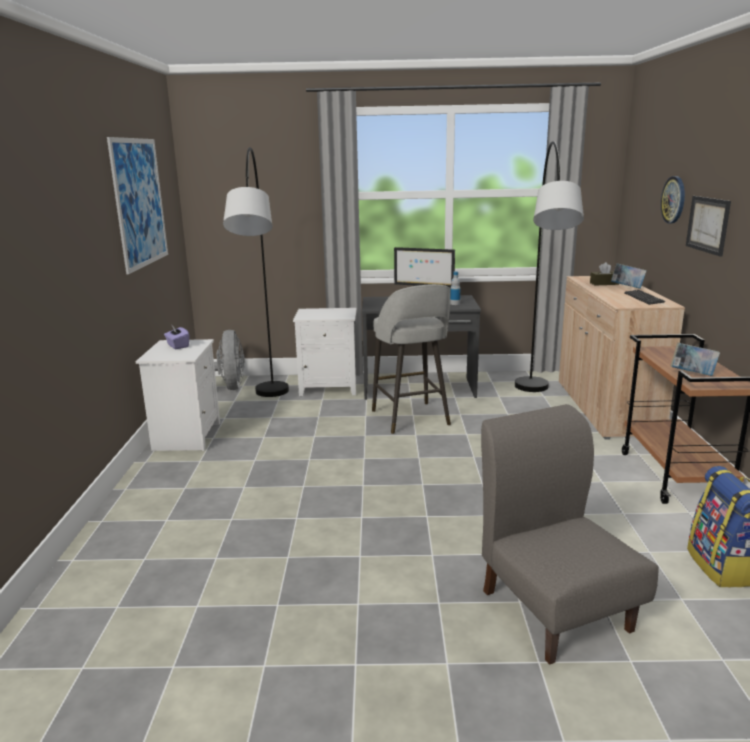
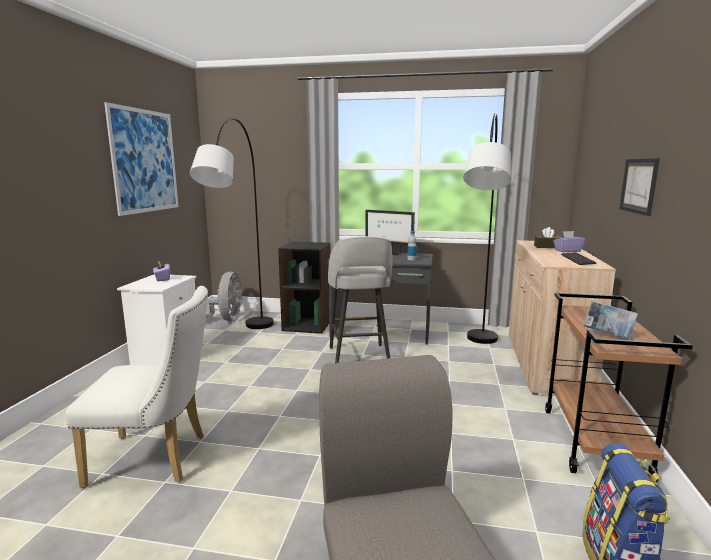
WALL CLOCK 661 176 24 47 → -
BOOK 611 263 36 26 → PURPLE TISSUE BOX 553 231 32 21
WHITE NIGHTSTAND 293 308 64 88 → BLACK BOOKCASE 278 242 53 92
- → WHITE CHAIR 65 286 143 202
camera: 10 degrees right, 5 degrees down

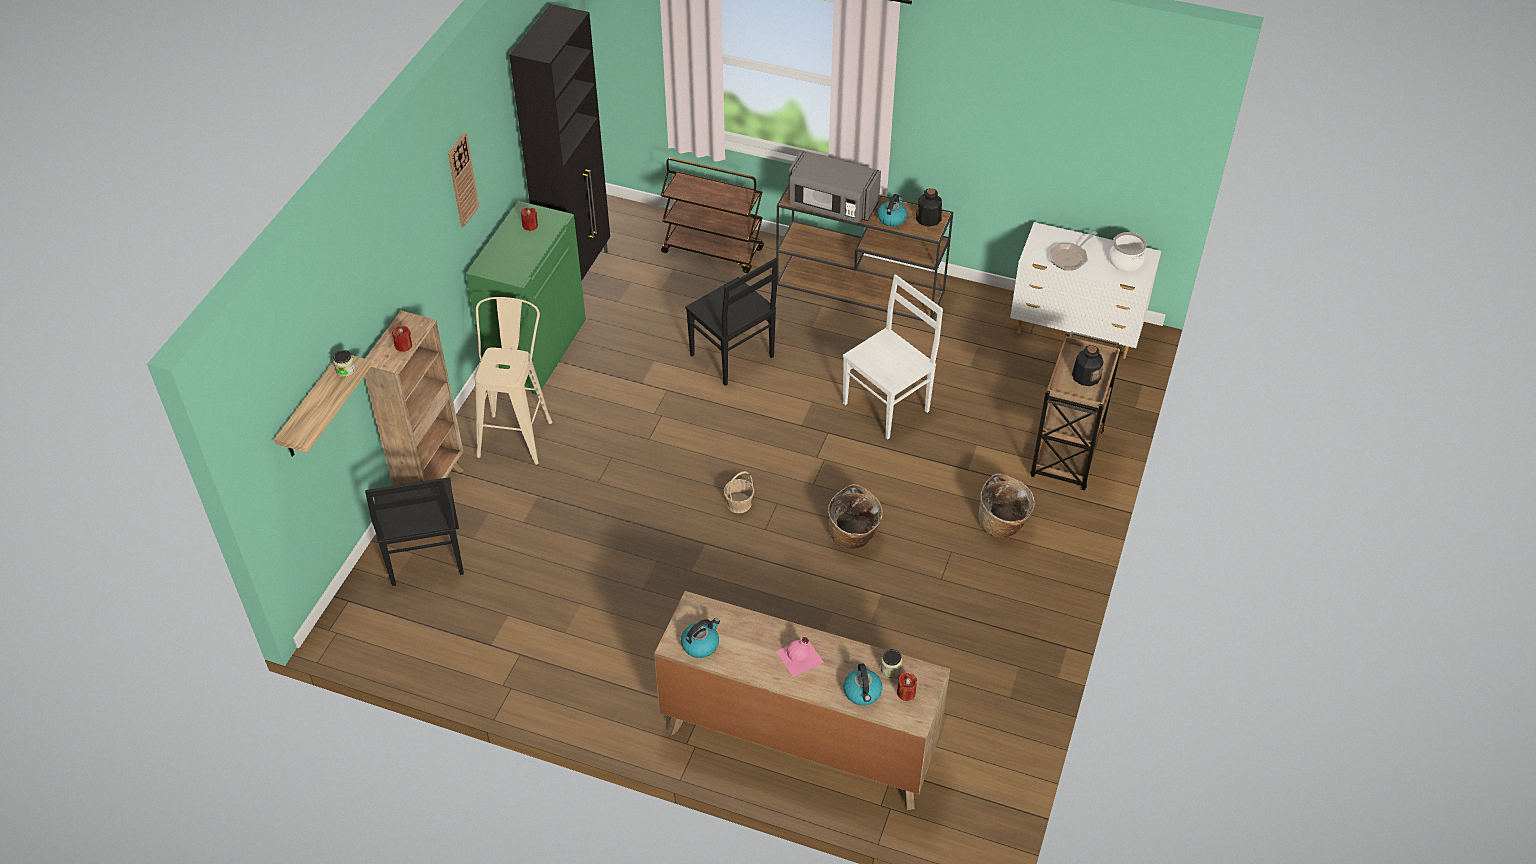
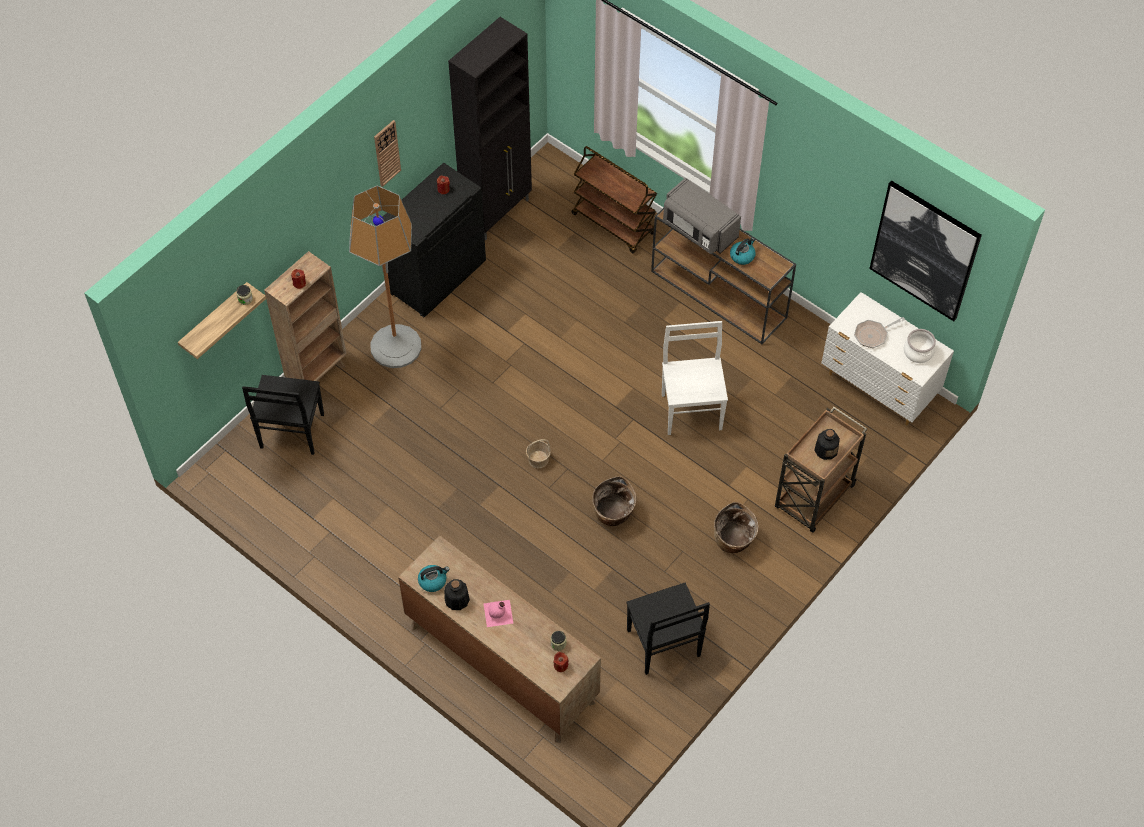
BOTTLE 916 188 26 39 → BOTTLE 444 579 26 31, moved
GREEN CABINET 466 201 120 193 → BLACK CABINET 383 163 103 154
BLACK CHAIR 685 258 92 128 → BLACK CHAIR 626 582 84 93, moved
WHITE CHAIR 843 274 100 165 → WHITE CHAIR 662 321 66 114, 75 degrees counterclockwise
BEIGE STOOL 475 297 77 168 → FLOOR LAMP 349 186 72 182
KETTLE 843 664 39 41 → -
- → PICTURE 869 180 113 141
camera: 20 degrees right, 10 degrees up

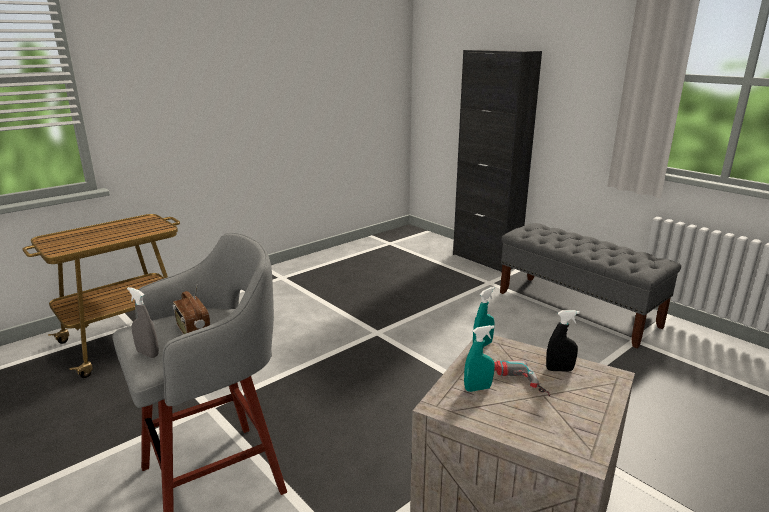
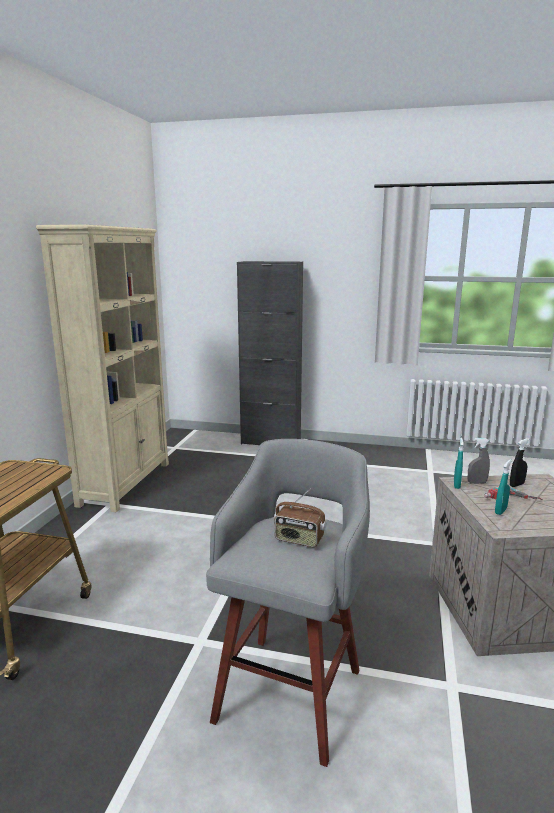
GREY BENCH 500 223 181 125 → -
GREY SPRAY BOTTLE 127 287 32 71 → GREY SPRAY BOTTLE 468 438 22 46, moved
- → BEIGE BOOKCASE 36 224 133 288
camera: 35 degrees left, 5 degrees down

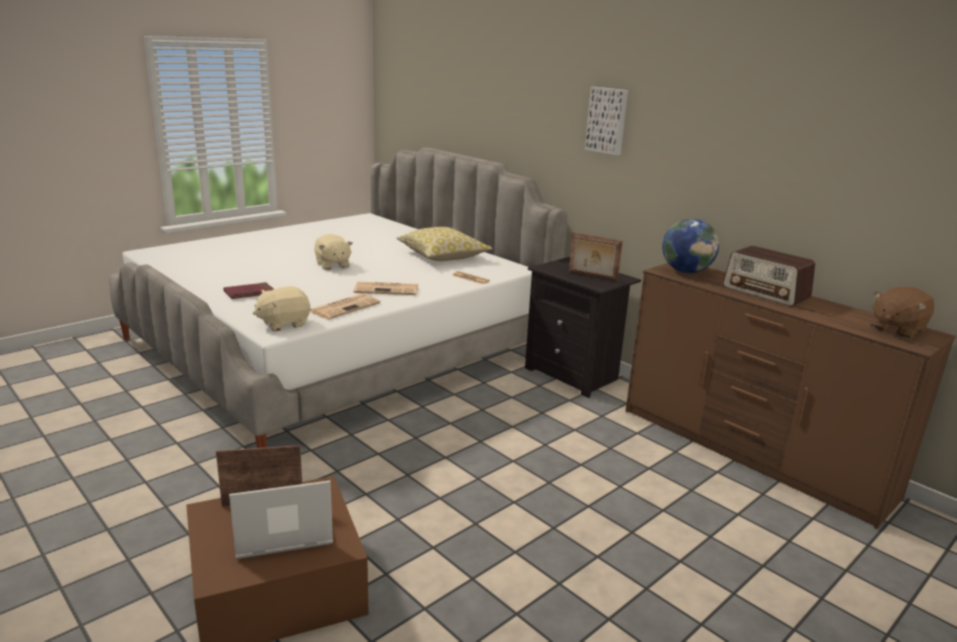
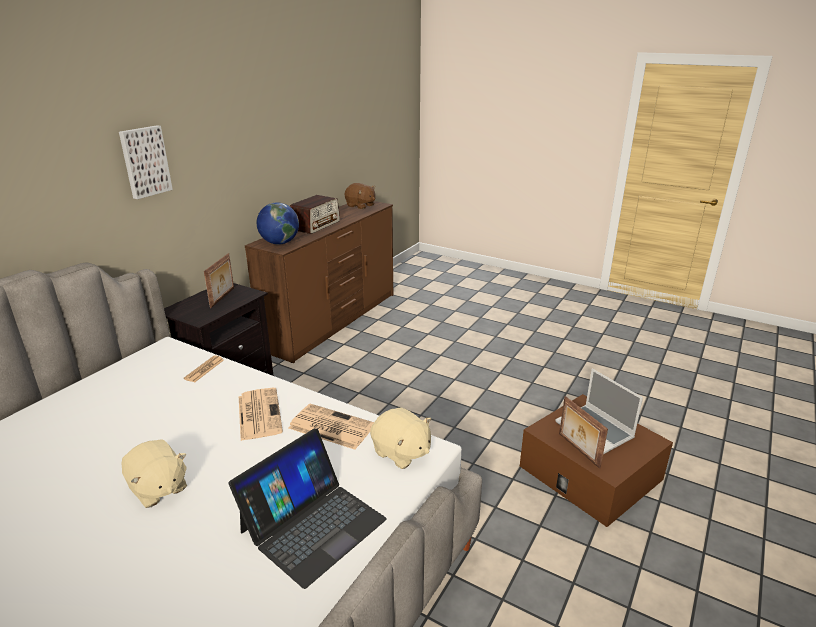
PILLOW 396 227 97 34 → -
BEIGE PLUSH TOY 314 234 39 36 → BEIGE PLUSH TOY 121 439 66 69, 90 degrees clockwise
RED BOOK 224 282 50 17 → LAPTOP 229 428 158 161
camera: 105 degrees left, 5 degrees up

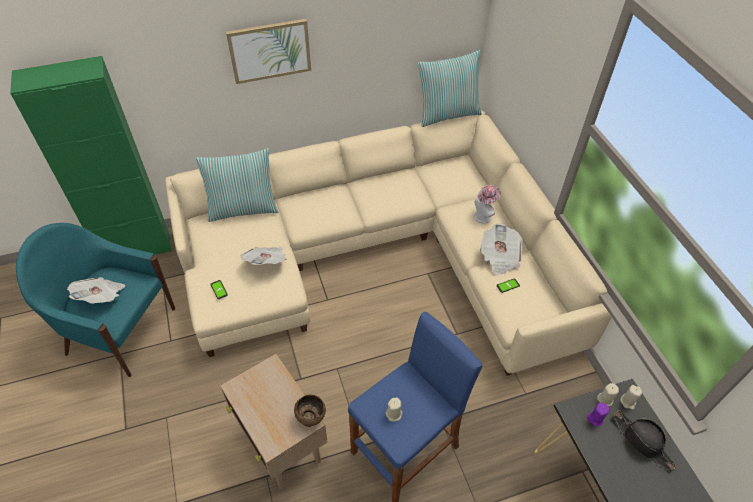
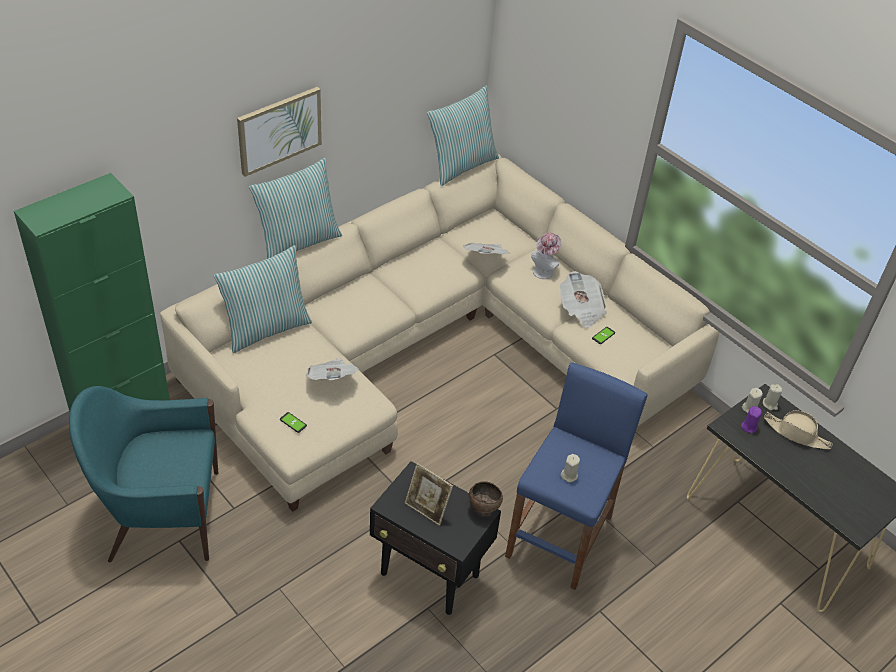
NEWSPAPER 67 277 58 27 → NEWSPAPER 463 242 47 13, moved
BEIGE SIDE TABLE 220 354 108 135 → BLACK SIDE TABLE 370 461 131 154
BLACK HAT 614 410 63 61 → BEIGE HAT 764 410 69 39
- → PILLOW 249 158 93 101
- → PICTURE FRAME 405 463 48 63
camera: 25 degrees left, 5 degrees down

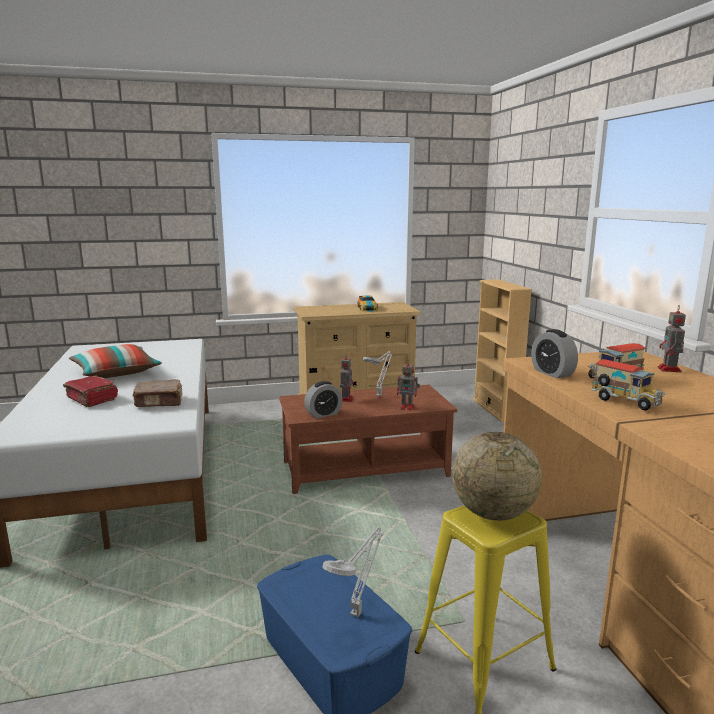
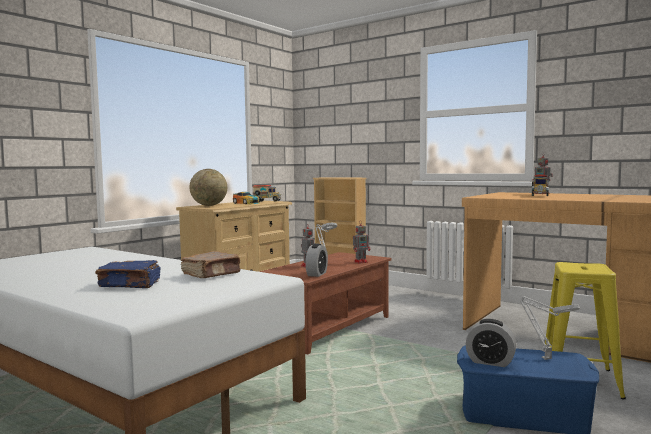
ALARM CLOCK 531 329 47 49 → ALARM CLOCK 466 319 51 48, moved
PILLOW 69 344 93 34 → -
TOY TRUCK 591 359 75 52 → TOY TRUCK 253 185 28 17, moved
RED BOOK 63 376 55 31 → BLUE BOOK 95 260 66 28
GLOBE 452 432 90 89 → GLOBE 189 169 38 37, moved
camera: 40 degrees left, 10 degrees down

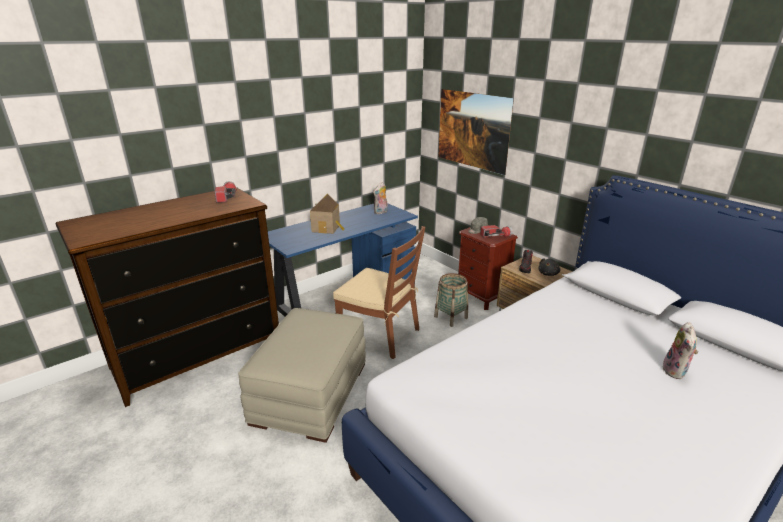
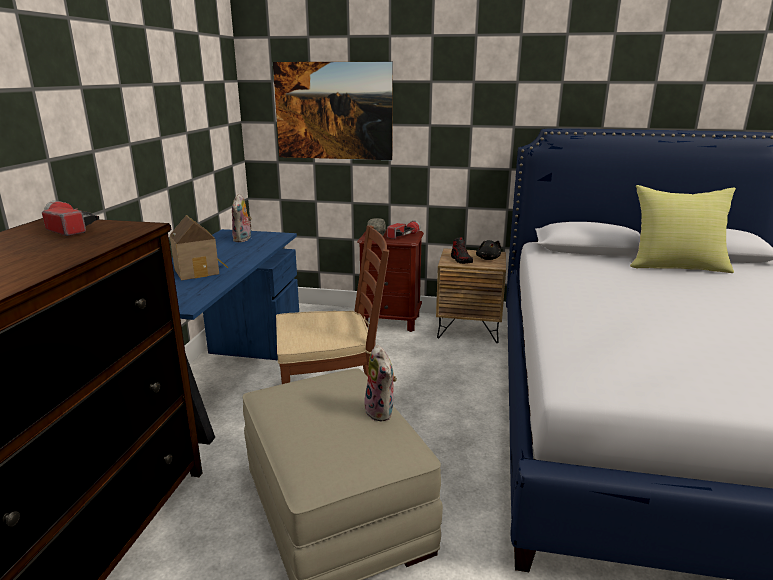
BASKET 434 273 34 54 → -
PLUSH TOY 661 322 37 57 → PLUSH TOY 364 345 33 76, moved
- → YELLOW PILLOW 630 185 106 88
camera: 40 degrees left, 5 degrees down

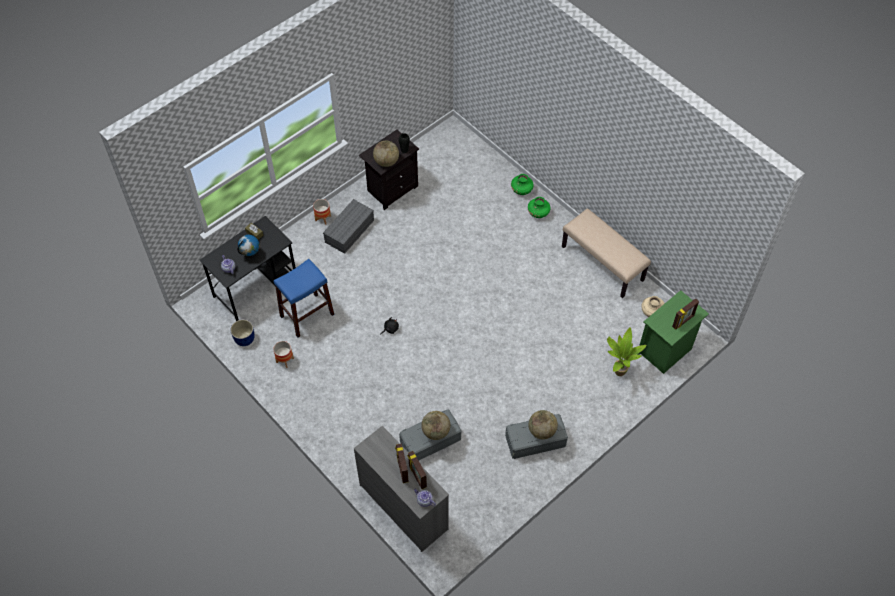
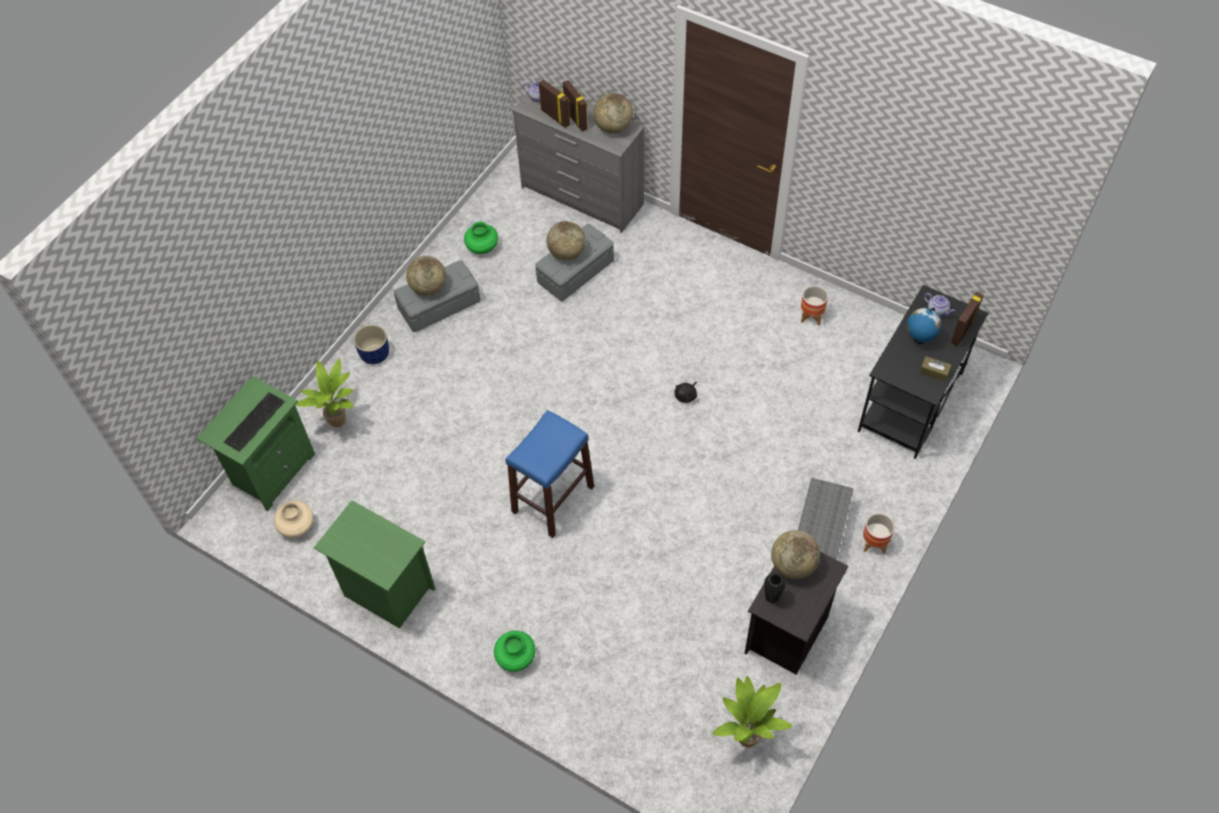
GREEN VASE 511 174 23 21 → GREEN VASE 464 222 34 32, moved
BEIGE BENCH 562 208 89 90 → GREEN NIGHTSTAND 314 500 121 129
BLUE STOOL 274 259 60 78 → BLUE STOOL 506 410 88 128, moved
PICTURE FRAME 672 298 27 32 → PICTURE FRAME 951 292 33 54, moved
BLUE PLANTER 231 319 23 27 → BLUE PLANTER 354 325 35 39, moved
- → GLOBE 593 93 40 41
- → KEYBOARD 224 392 61 60
- → POTTED PLANT 712 676 81 72
camera: 165 degrees right, 0 degrees up

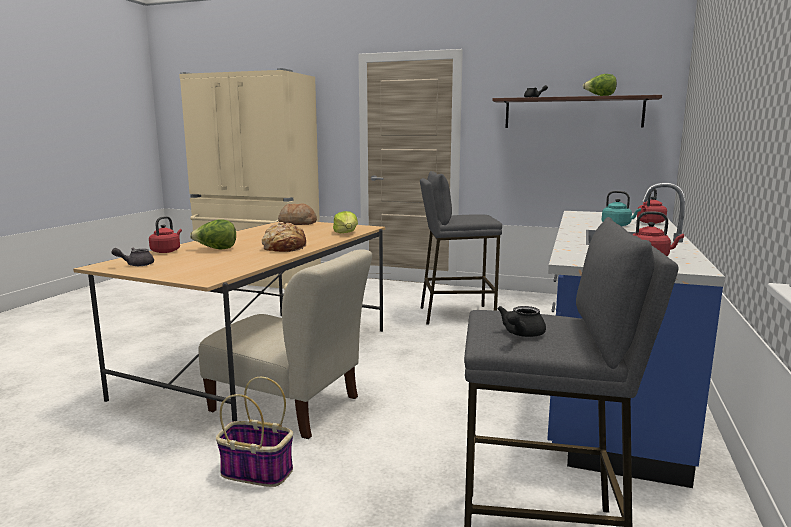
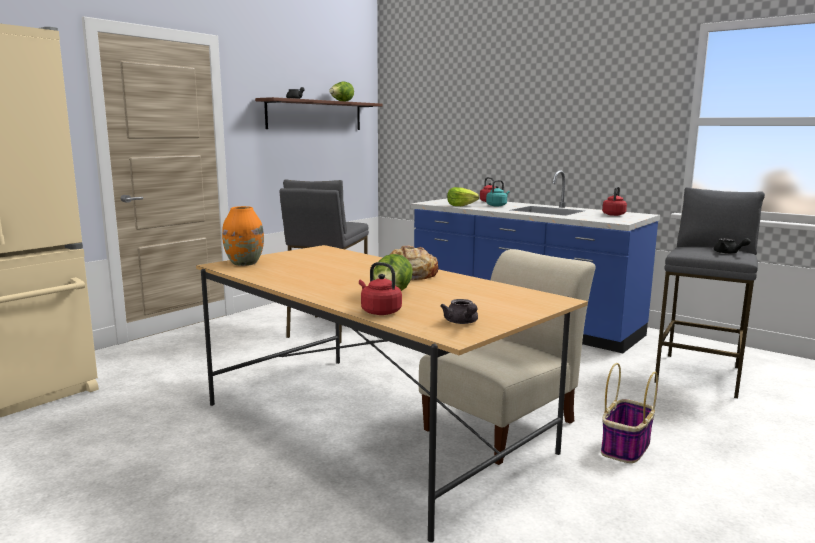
BREAD 278 203 39 22 → ORANGE VASE 222 206 42 60
LETTUCE 333 211 25 23 → LETTUCE 447 187 32 19, moved
camera: 70 degrees left, 0 degrees up

